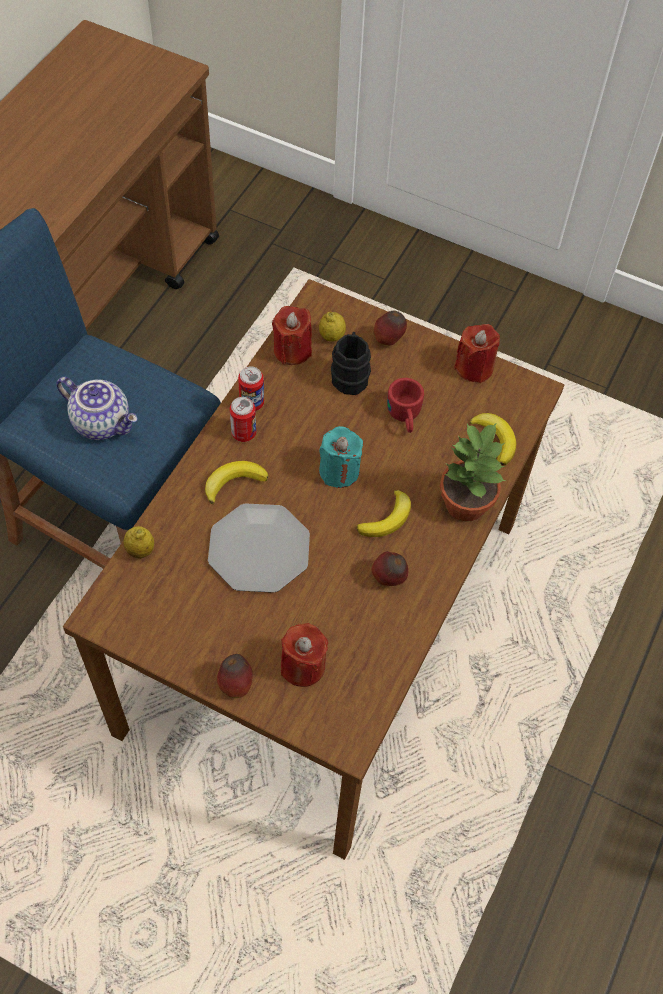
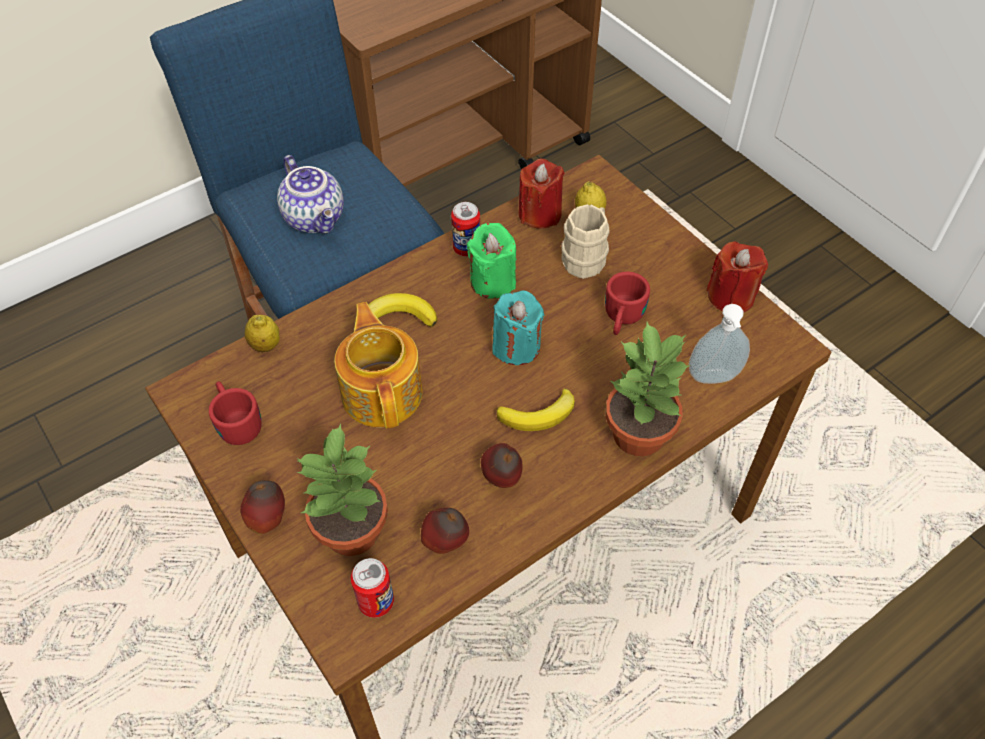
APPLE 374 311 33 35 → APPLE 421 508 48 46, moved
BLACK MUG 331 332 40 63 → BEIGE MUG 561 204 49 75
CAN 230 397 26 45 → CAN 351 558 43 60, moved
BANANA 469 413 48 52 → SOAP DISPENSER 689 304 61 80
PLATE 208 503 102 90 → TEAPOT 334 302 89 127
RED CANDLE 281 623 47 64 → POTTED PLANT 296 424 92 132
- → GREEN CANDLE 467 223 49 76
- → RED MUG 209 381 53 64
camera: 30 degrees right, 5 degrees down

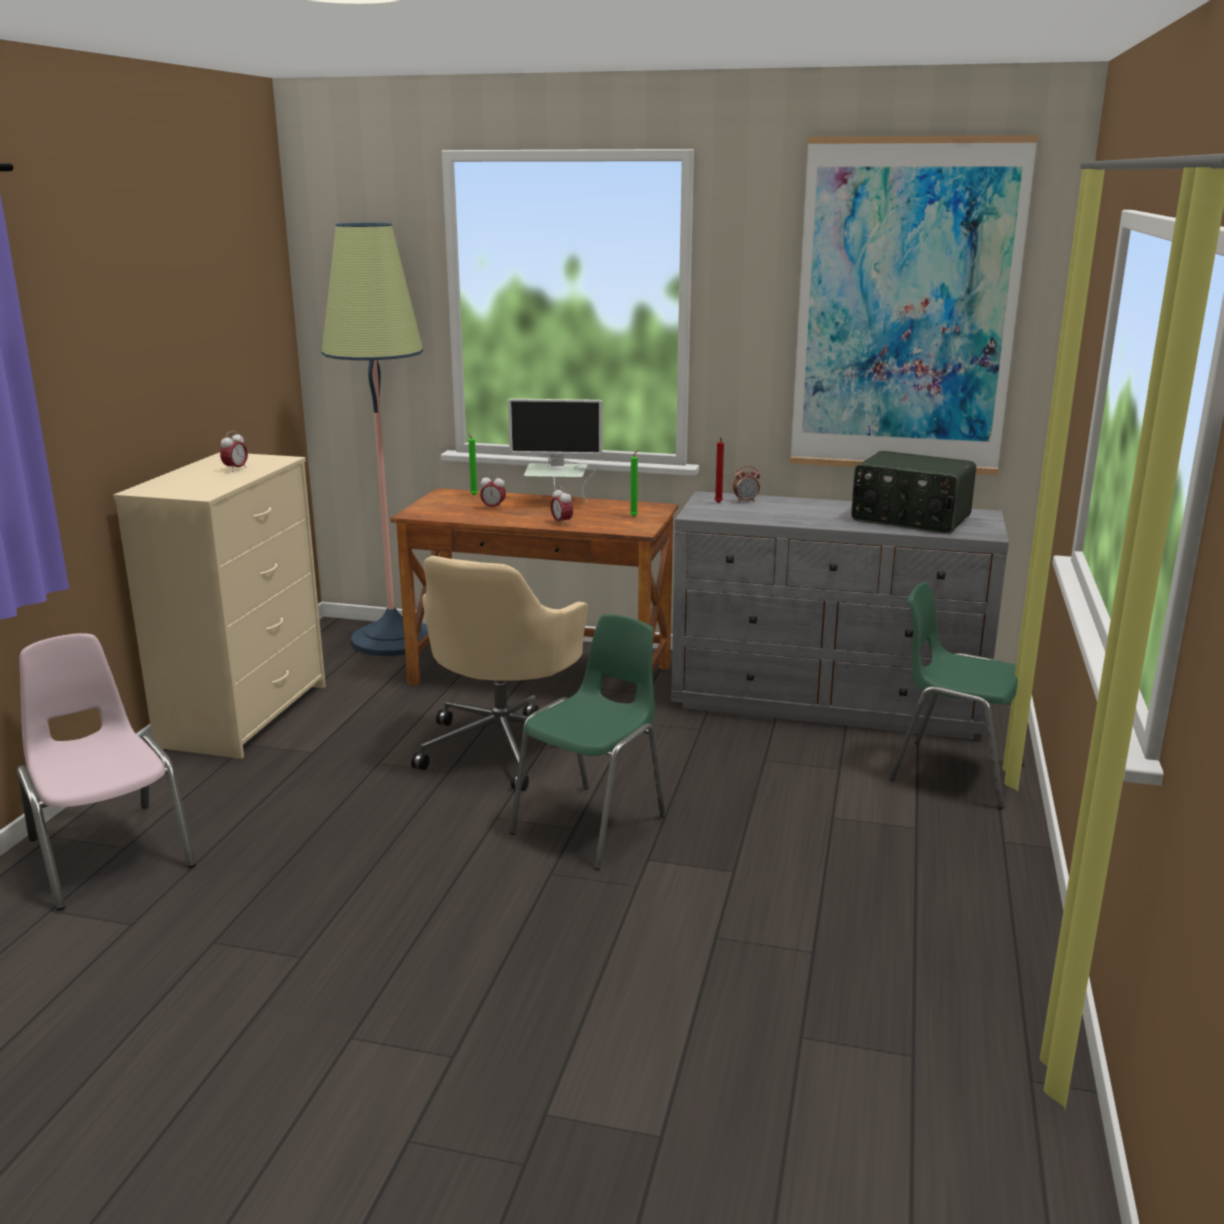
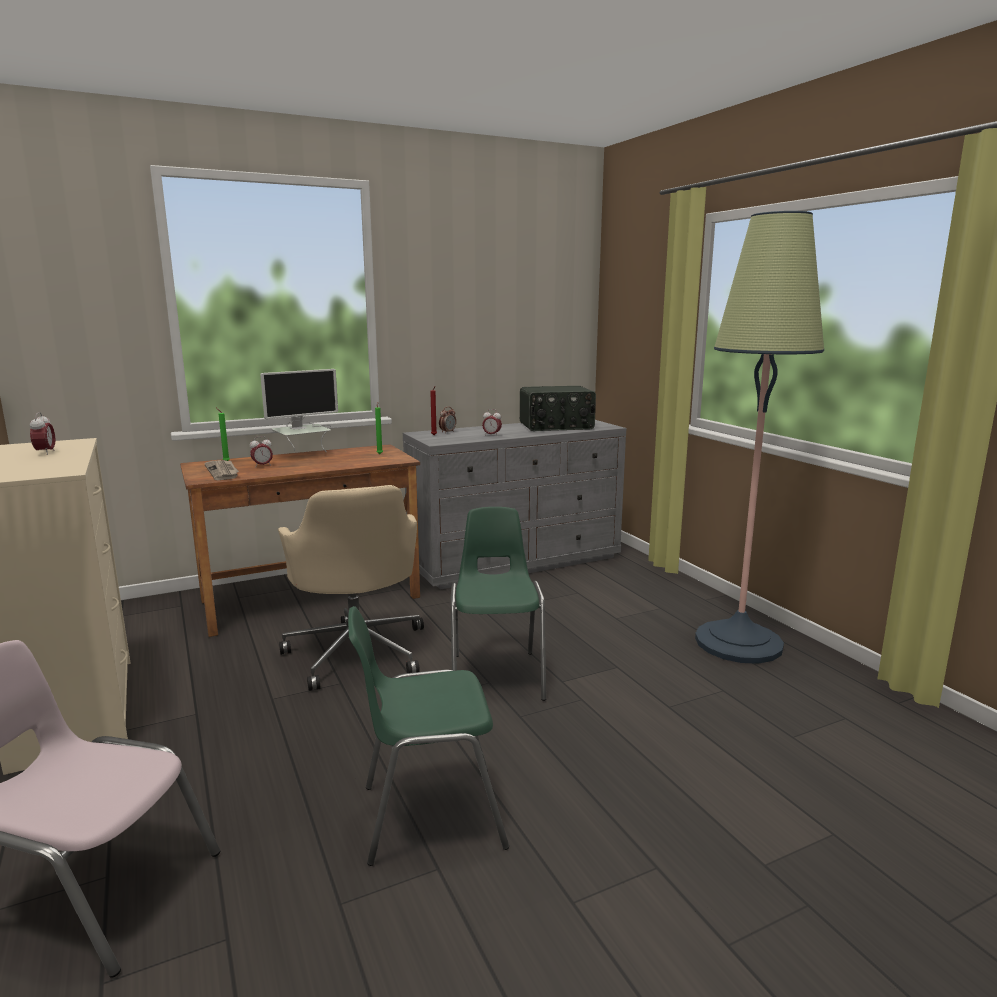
PICTURE 790 135 248 340 → -
FLOOR LAMP 321 223 109 433 → FLOOR LAMP 695 211 129 453, moved
ALARM CLOCK 550 487 23 39 → ALARM CLOCK 482 409 20 28, moved
GREEN CHAIR 890 582 135 227 → GREEN CHAIR 348 606 161 260, moved
- → NEWSPAPER 205 460 34 20
camera: 40 degrees left, 5 degrees down

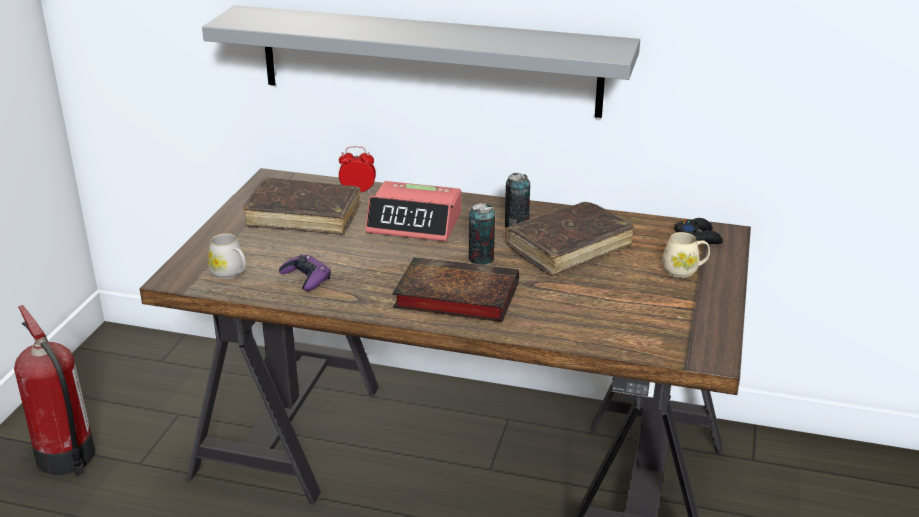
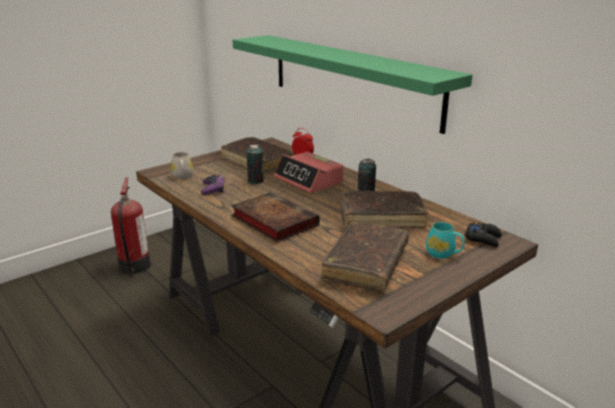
GREY SHELF 202 5 438 113 → GREEN SHELF 233 35 239 99
CAN 468 203 27 62 → CAN 247 145 17 39, moved
BEIGE MUG 662 232 48 46 → TURQUOISE MUG 426 222 38 37
- → BROWN BOOK 321 222 88 68
camera: 35 degrees right, 5 degrees down

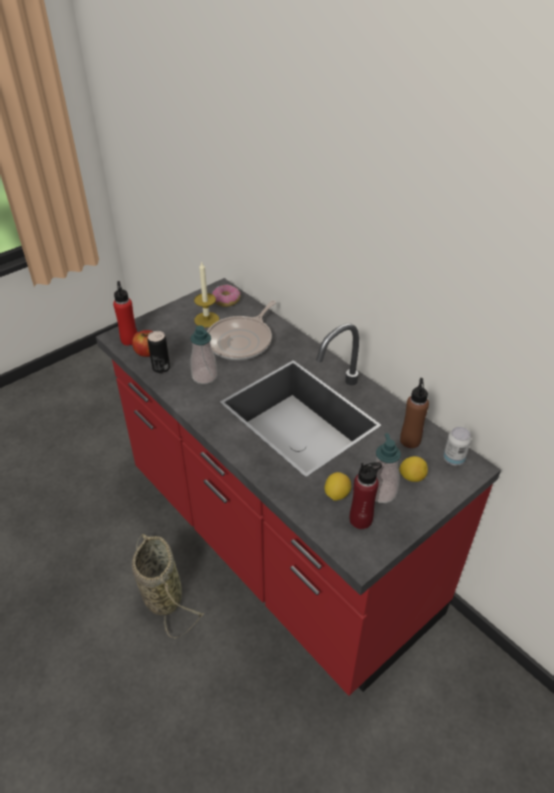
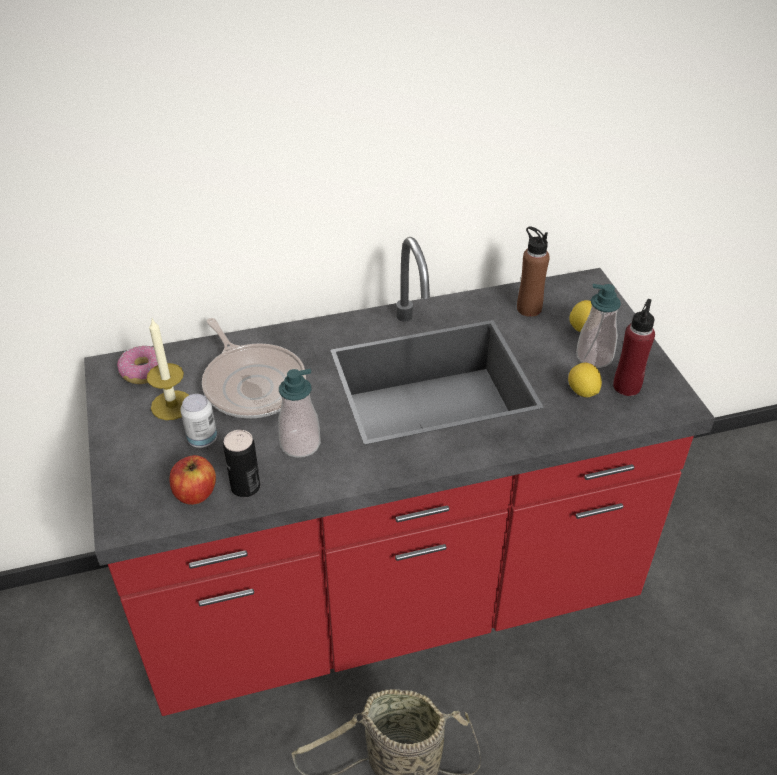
RED BOTTLE 113 281 24 65 → -
CAN 443 427 28 39 → CAN 180 394 37 54, moved
camera: 65 degrees left, 0 degrees up

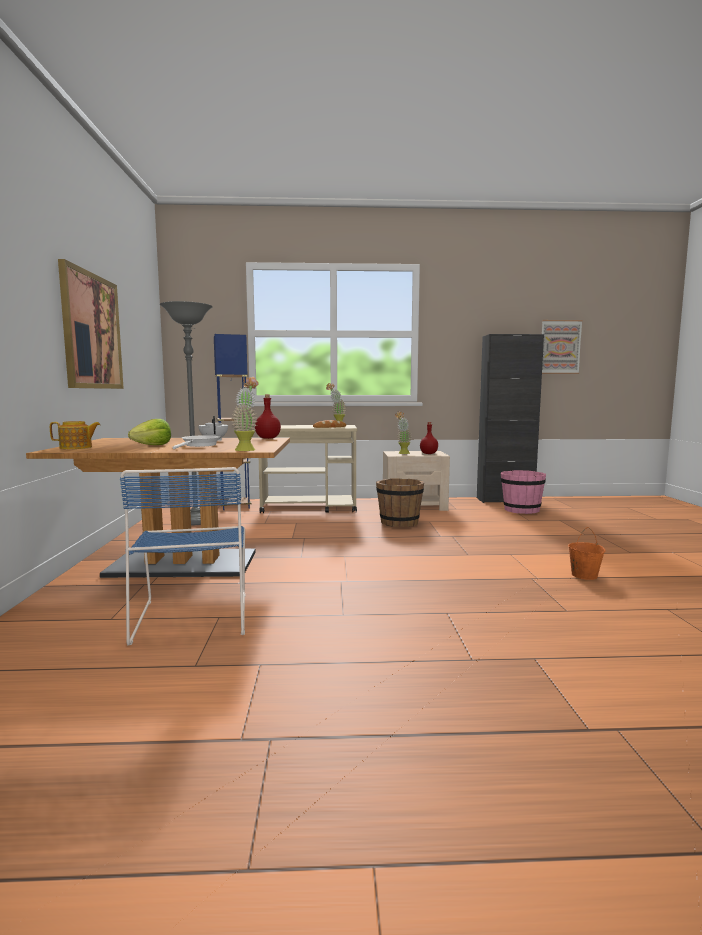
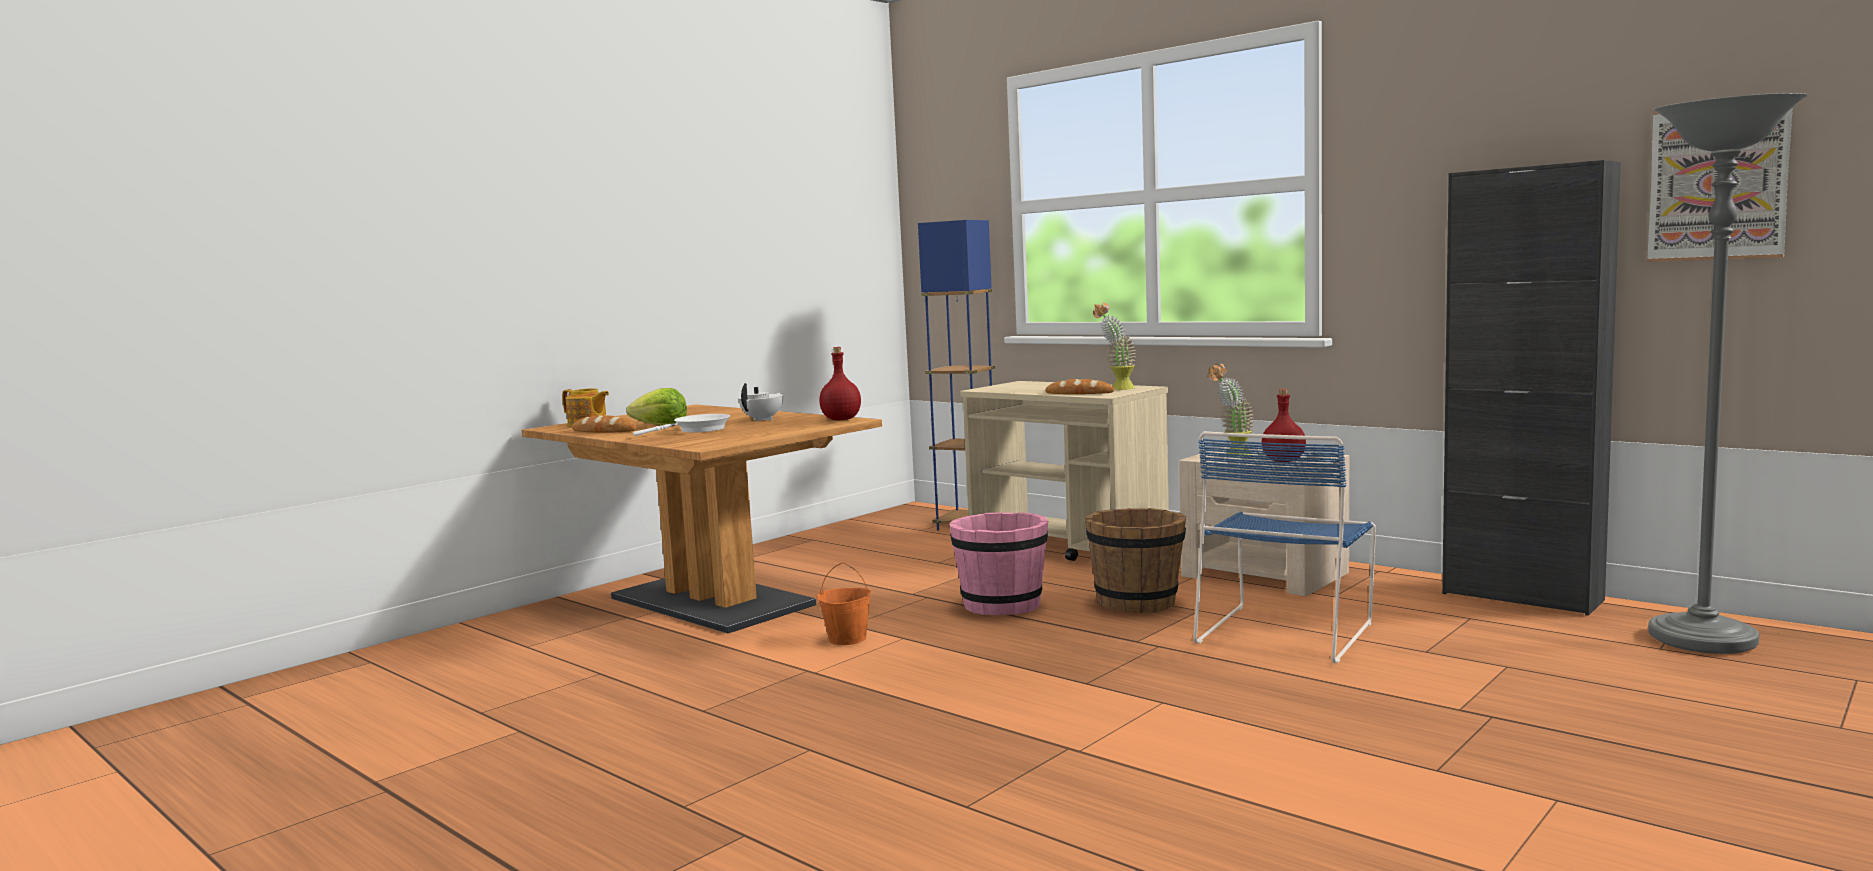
PICTURE 58 259 66 130 → -
GREY FLOOR LAMP 160 301 53 224 → GREY FLOOR LAMP 1648 93 160 561, moved
POTTED PLANT 231 377 28 74 → -
BLUE CHAIR 120 467 125 179 → BLUE CHAIR 1193 431 183 232, moved
PINK BUCKET 501 470 45 44 → PINK BUCKET 949 512 99 103, moved
ORANGE BUCKET 568 527 38 53 → ORANGE BUCKET 817 562 54 83, moved
- → BREAD 572 415 64 17
camera: 45 degrees right, 0 degrees up

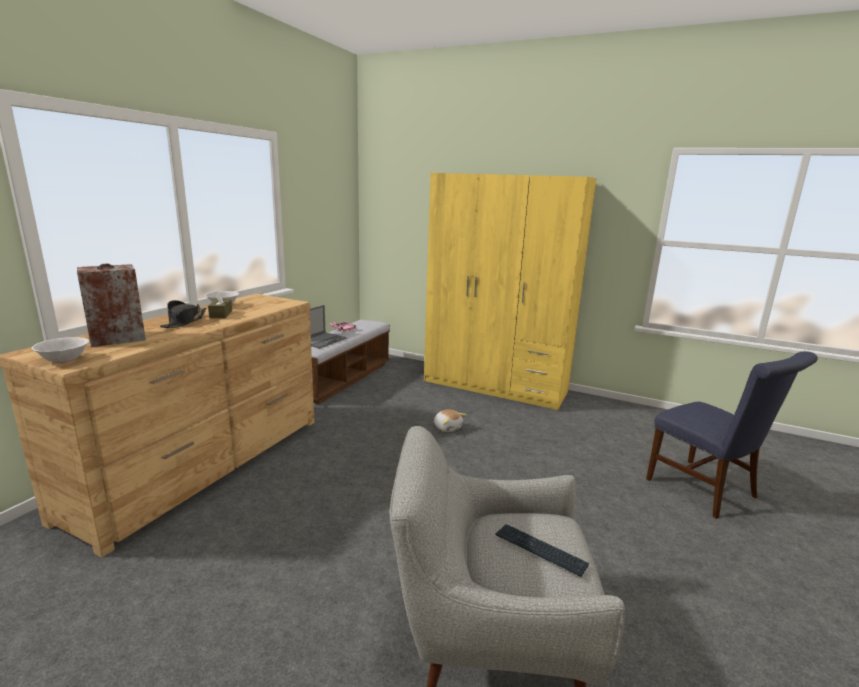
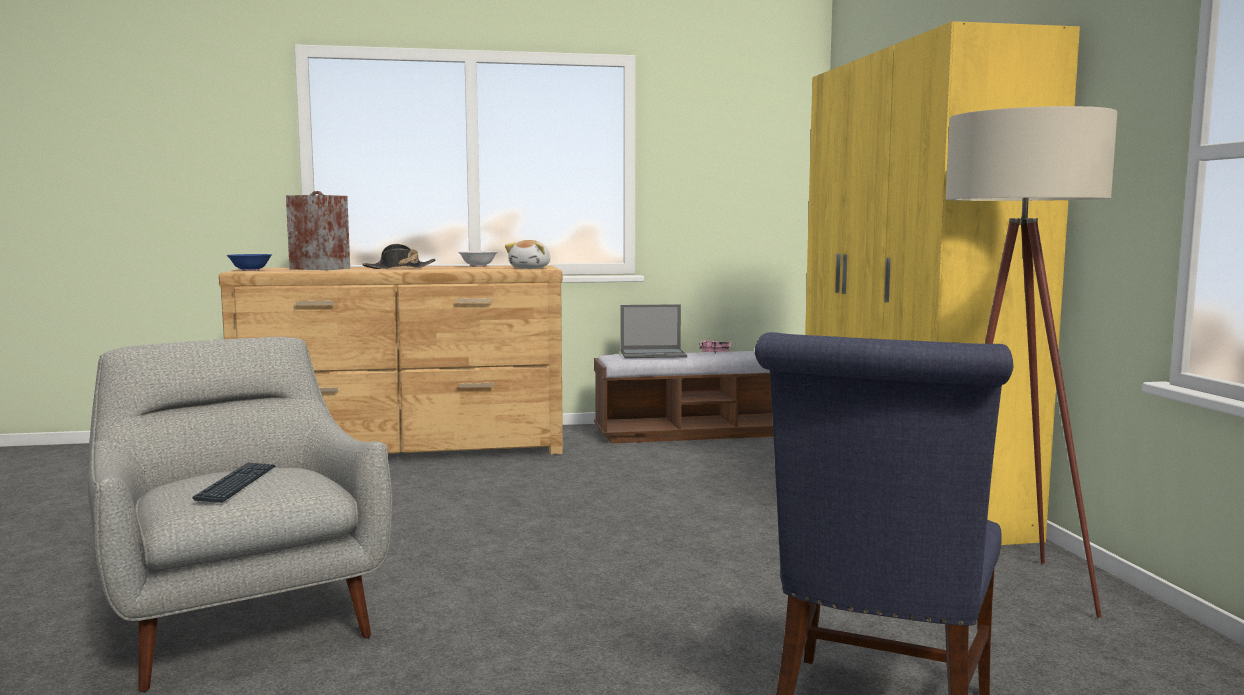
BROWN TISSUE BOX 208 290 24 28 → -
WHITE BOWL 32 337 57 26 → BLUE BOWL 227 254 45 17
PLUSH TOY 434 409 32 23 → PLUSH TOY 505 240 45 29, moved
- → BEIGE FLOOR LAMP 946 106 171 512
camera: 55 degrees right, 10 degrees down

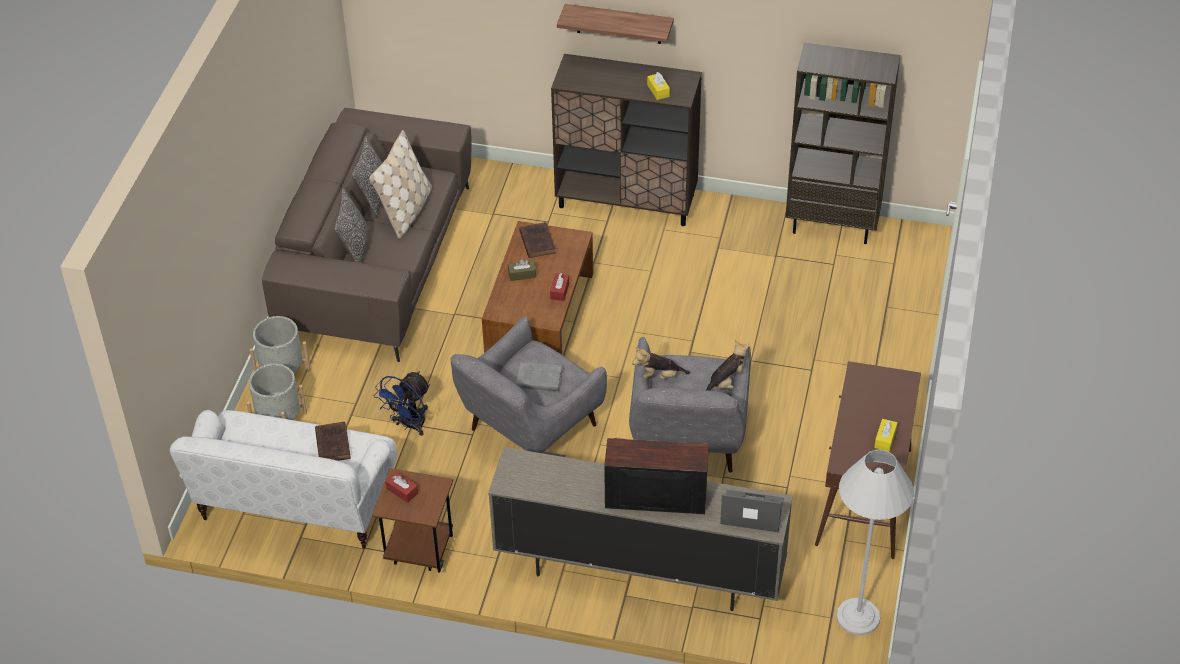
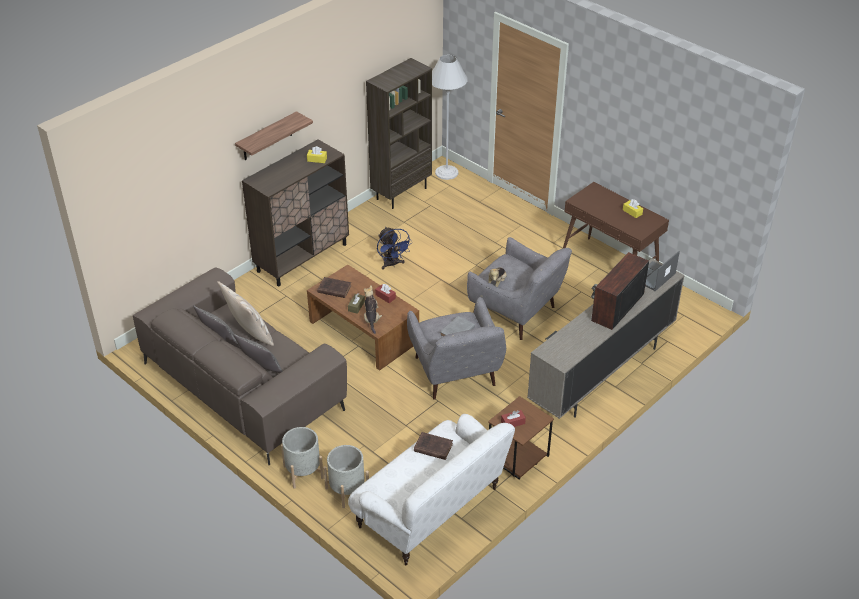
PLUSH TOY 706 340 43 51 → PLUSH TOY 364 285 18 49, moved
BLUE FAN 374 371 56 65 → BLUE FAN 377 227 35 43, moved
WHITE FLOOR LAMP 836 449 78 186 → WHITE FLOOR LAMP 432 55 36 125, moved
camera: 60 degrees left, 5 degrees down

